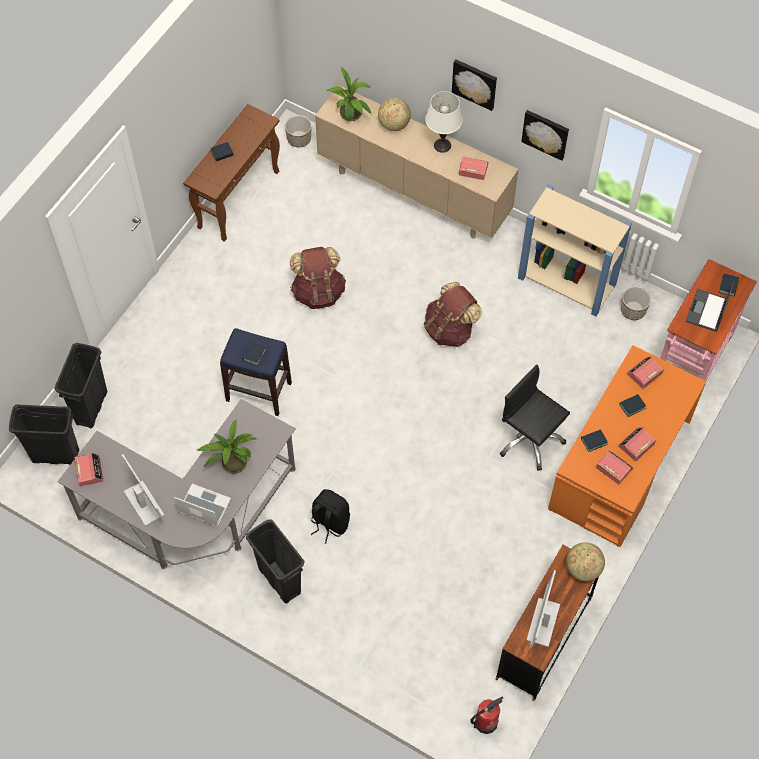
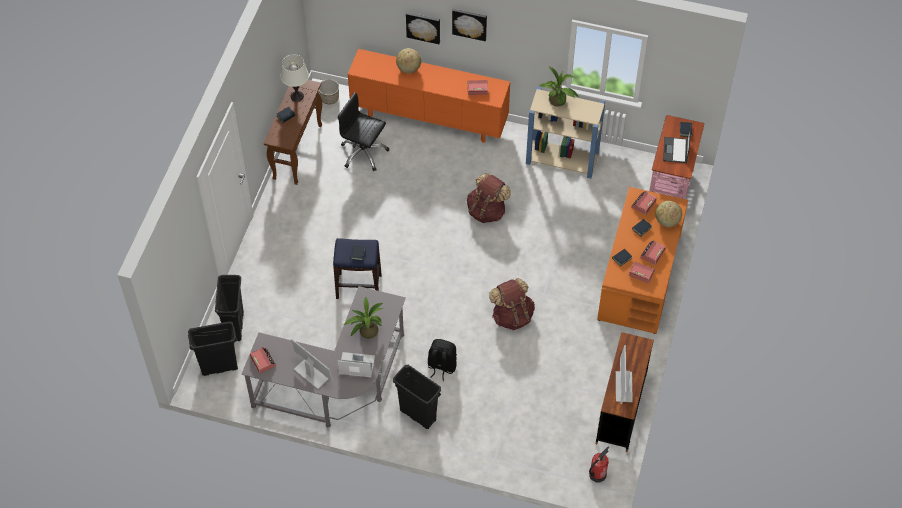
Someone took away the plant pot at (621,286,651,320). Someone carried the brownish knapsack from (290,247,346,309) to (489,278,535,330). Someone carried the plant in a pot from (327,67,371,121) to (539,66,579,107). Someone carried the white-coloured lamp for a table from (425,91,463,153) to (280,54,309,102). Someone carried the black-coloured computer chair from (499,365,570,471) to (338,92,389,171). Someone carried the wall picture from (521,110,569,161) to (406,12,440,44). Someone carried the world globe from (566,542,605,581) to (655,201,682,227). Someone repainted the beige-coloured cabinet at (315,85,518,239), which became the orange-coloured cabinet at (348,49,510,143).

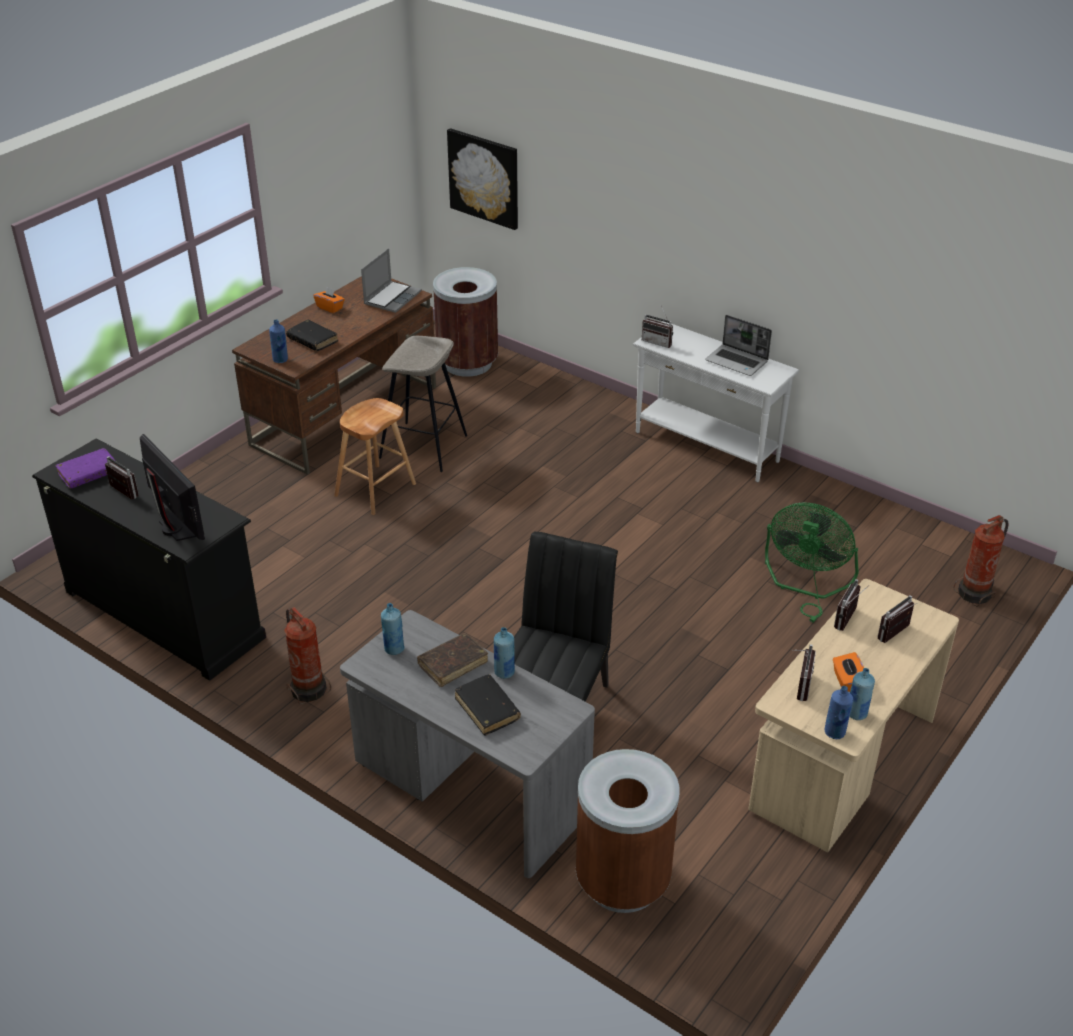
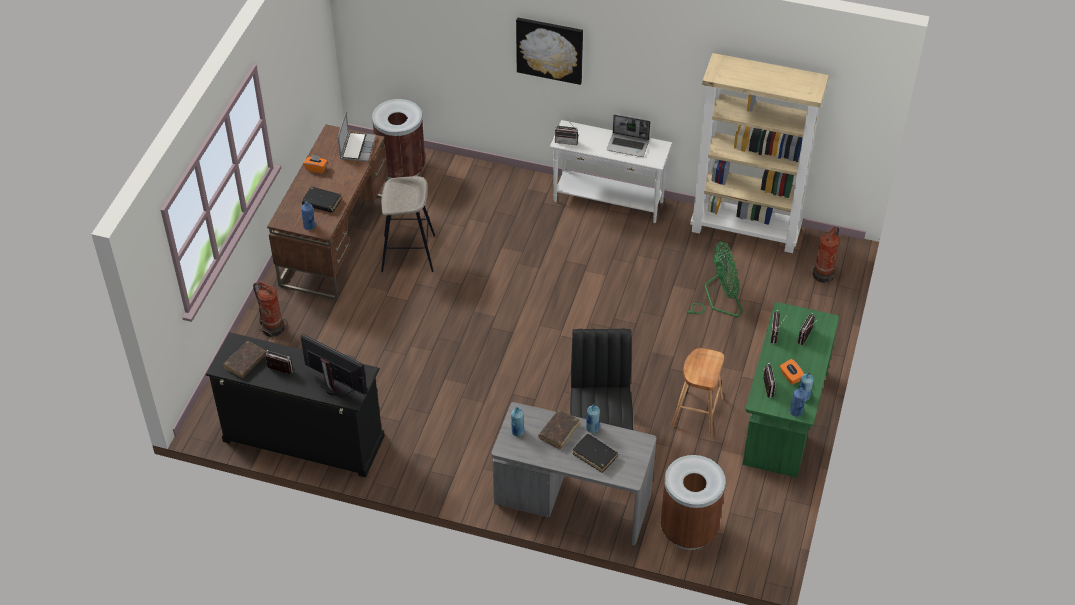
Someone put down the beige-coloured shelving unit at (690,53,829,253). Someone carried the extinguisher from (284,607,331,705) to (253,281,288,339). Someone carried the brownish stool from (334,398,416,515) to (671,348,724,437). Someone carried the wall picture from (447,128,518,230) to (516,17,583,85). Someone repainted the purple-coloured book at (56,448,115,489), which became the brownish book at (224,341,266,378). Someone repainted the beige-coloured desk table at (749,579,959,853), which became the greenish desk table at (743,302,839,478). Someone rotated the greenish electric fan at (765,503,859,623) by 75 degrees clockwise.

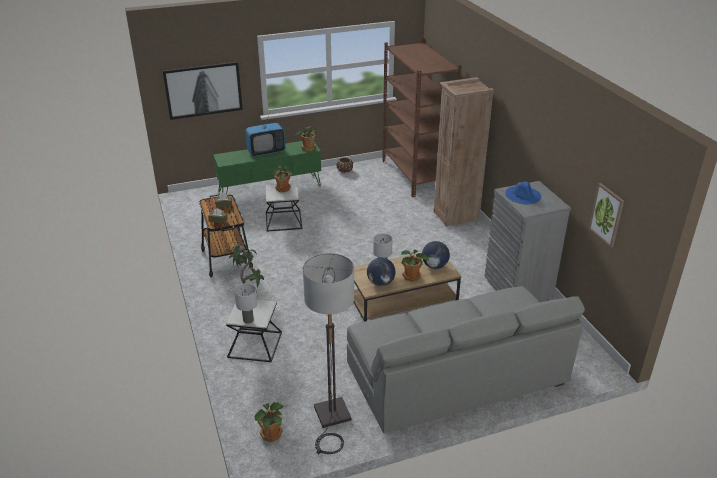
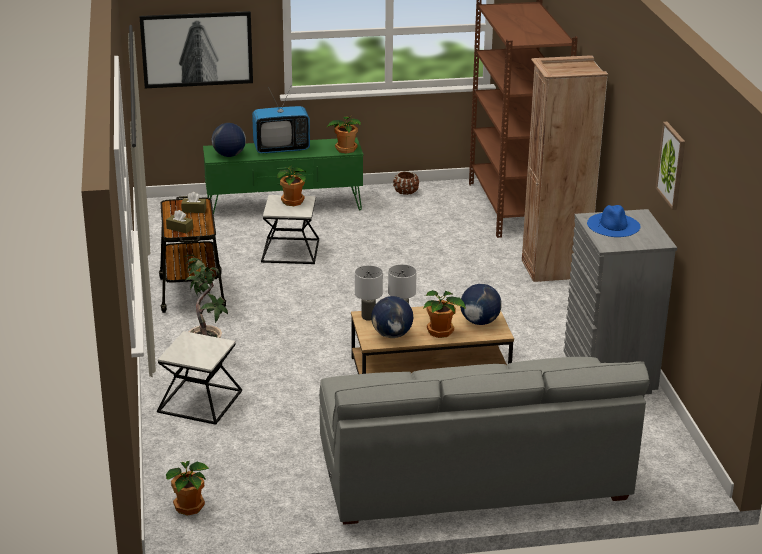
Someone took away the standing lamp at (303,253,354,456). Someone put down the world globe at (212,123,246,157). Someone carried the white-coloured lamp for a table from (234,283,257,324) to (355,265,383,321). Someone carried the wall picture from (589,183,624,247) to (655,122,685,210).

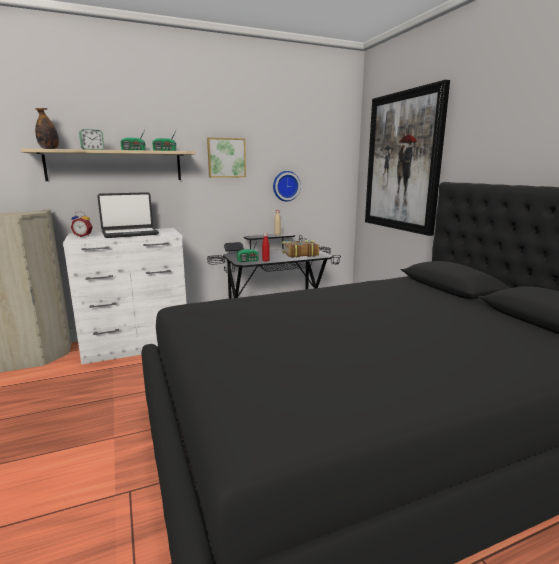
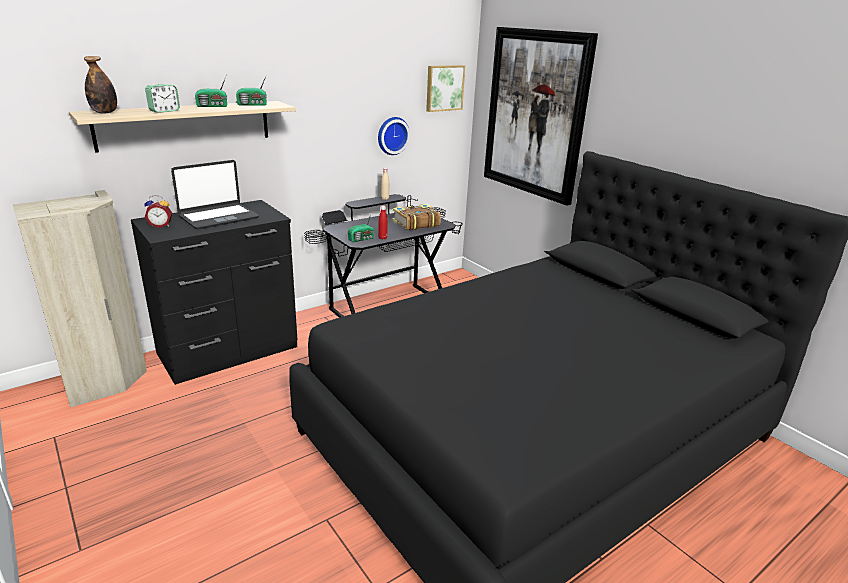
Someone carried the wall picture from (207,137,246,178) to (426,65,465,112). Someone repainted the white-coloured chest of drawers at (63,228,187,365), which became the black-coloured chest of drawers at (131,200,297,385).

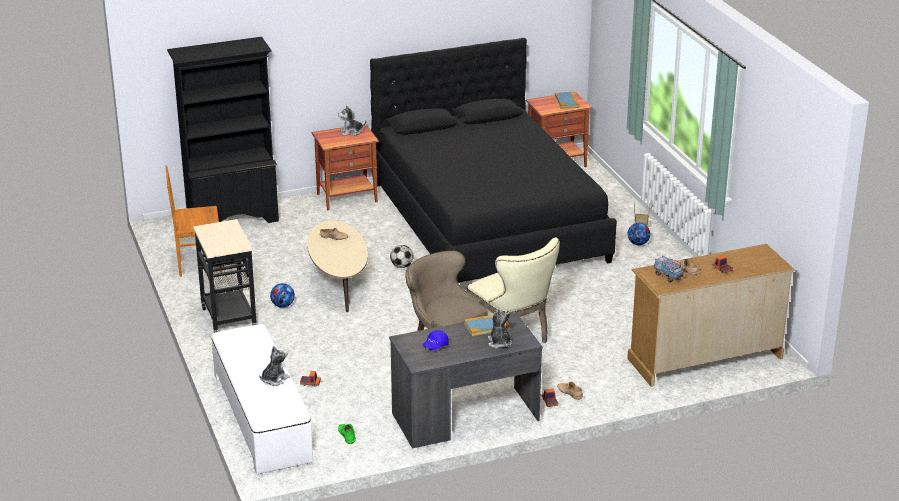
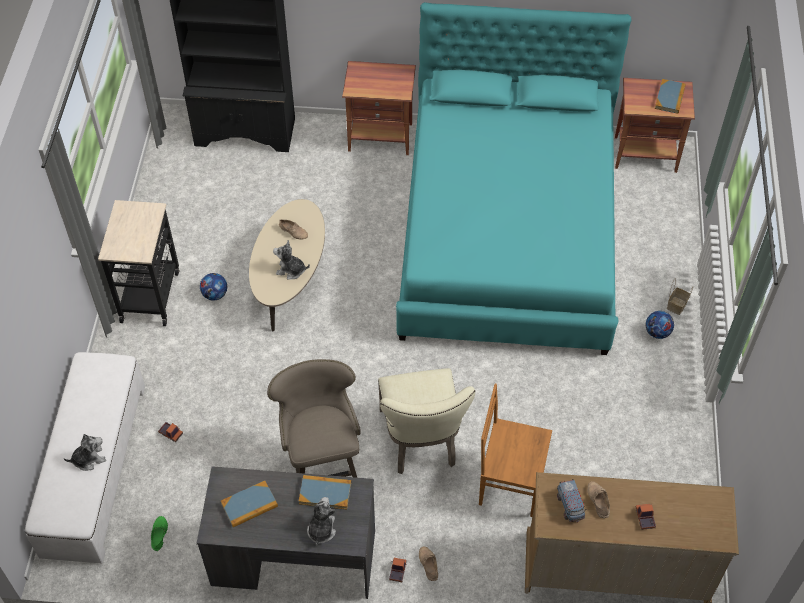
Someone took away the ball for football at (390,245,414,268). Someone carried the brownish chair from (166,166,222,277) to (479,384,552,517). Someone carried the plush toy from (338,105,367,136) to (273,240,310,280). Someone swapped the blue-coloured peaked cap at (423,330,449,350) for the book at (221,481,278,527). Someone repainted the black-coloured bed at (370,38,617,283), which became the turquoise-coloured bed at (396,2,632,355).

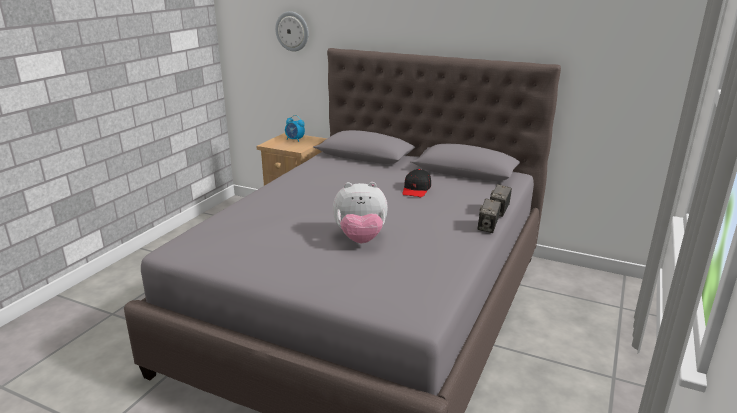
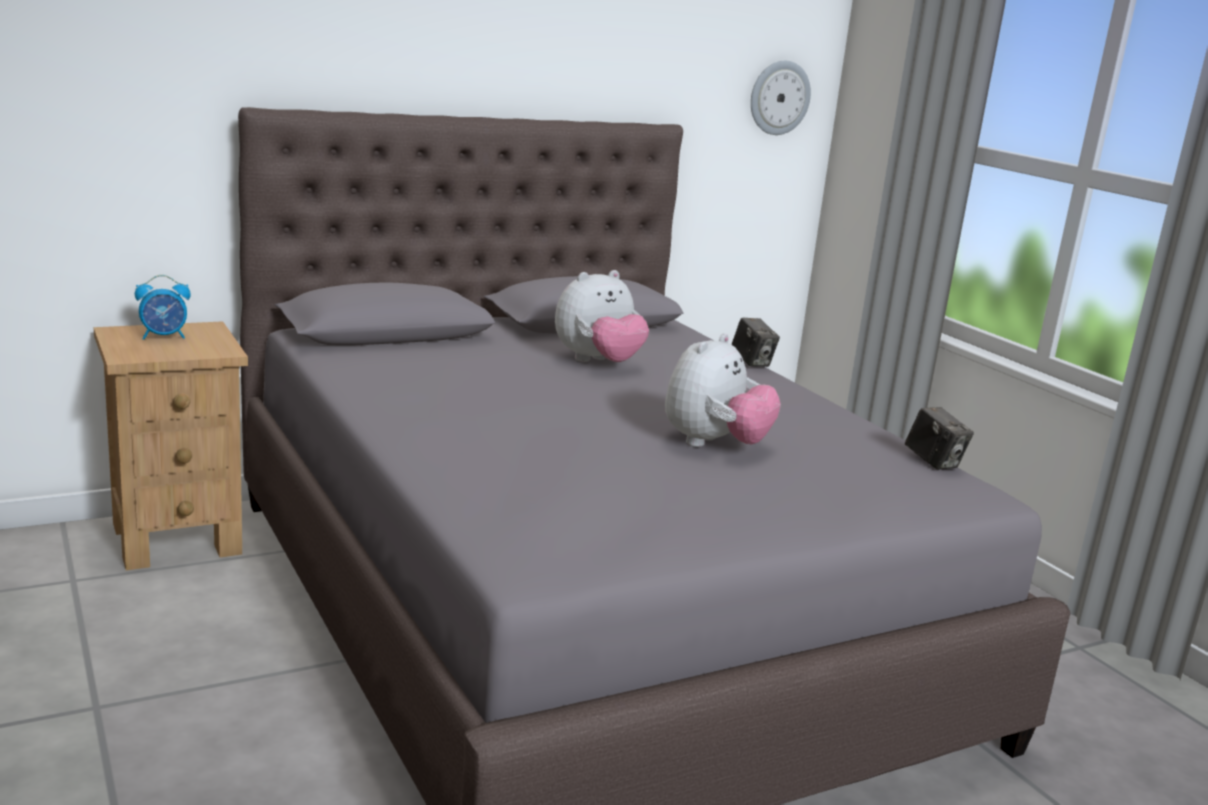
Someone carried the clock on the wall from (275,11,308,51) to (751,61,811,135). Someone carried the photo camera from (477,199,501,233) to (905,407,974,470). Someone swapped the black-coloured peaked cap at (403,169,431,197) for the plush toy at (555,270,649,362).

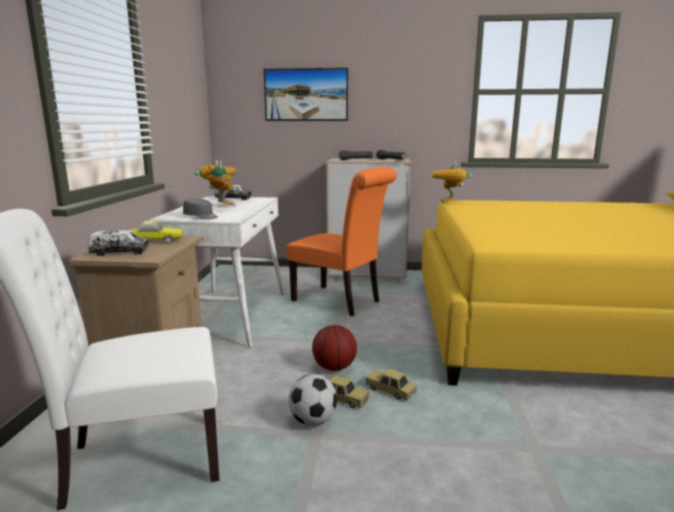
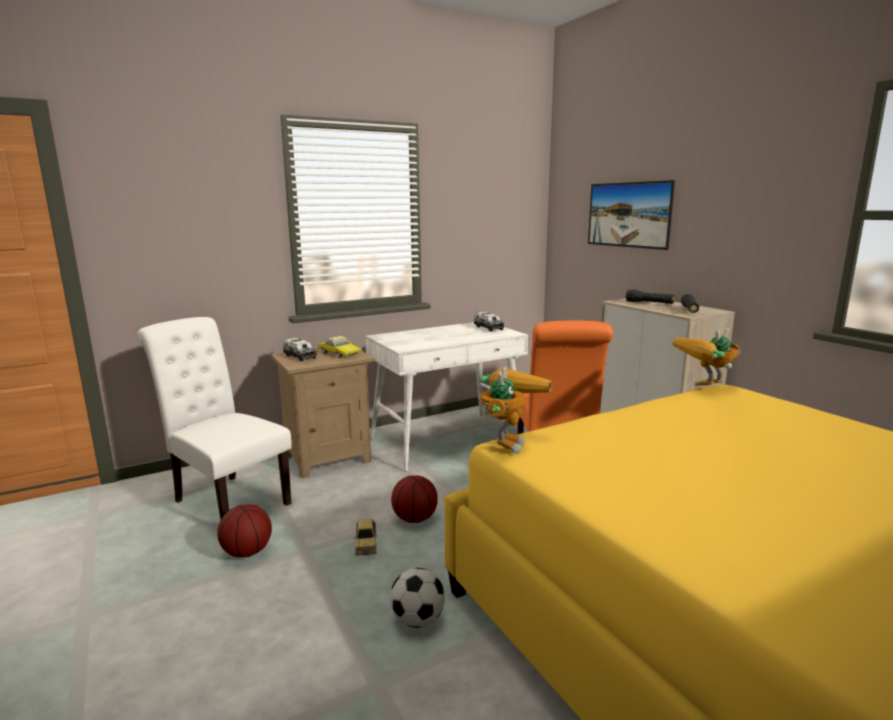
Someone took away the gray peaked cap at (183,198,218,219). Someone took away the miniature car at (366,369,417,400). Someone put down the ball for basketball at (217,504,272,557). Someone carried the model robot from (194,160,235,206) to (480,367,552,454). Someone carried the ball for football from (289,374,337,426) to (390,568,445,628).

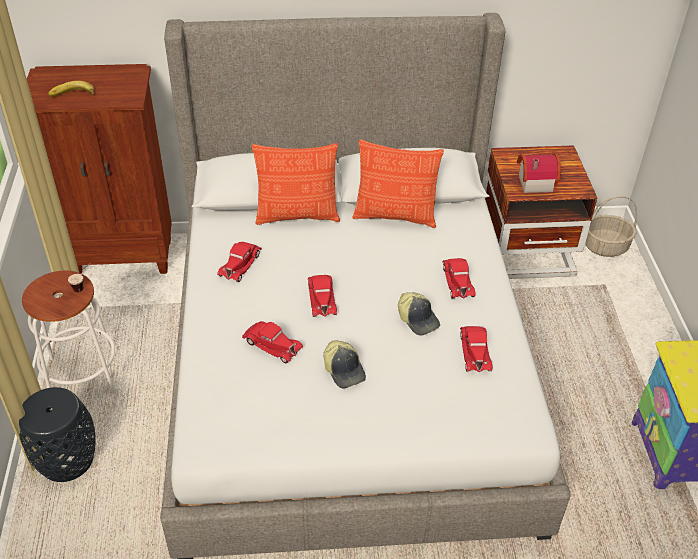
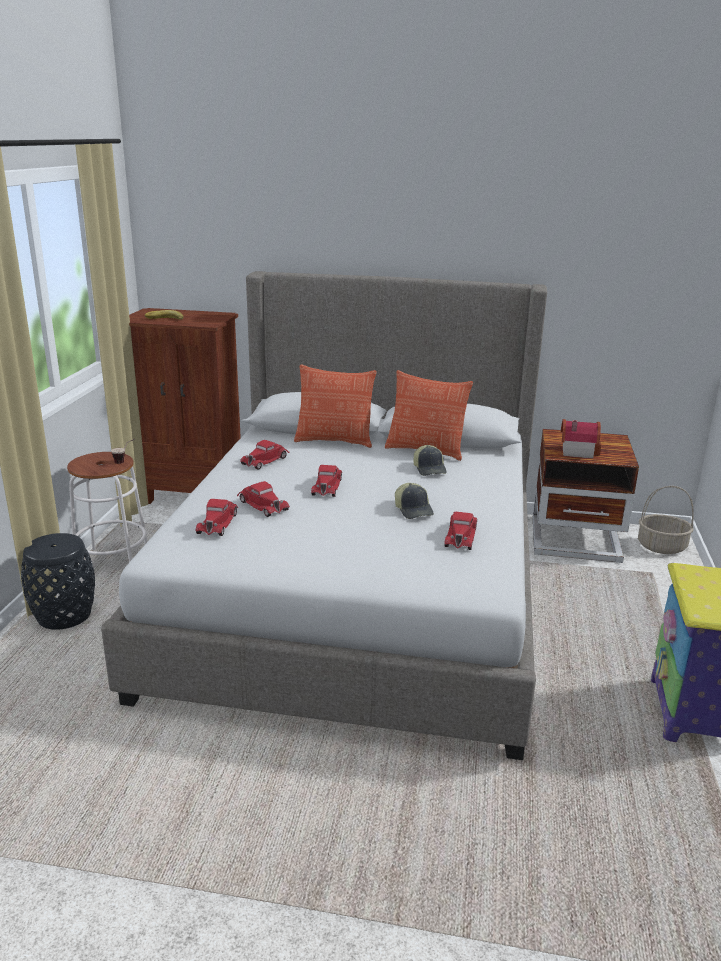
Someone carried the peaked cap from (323,341,366,388) to (414,445,447,476). Someone carried the reddish miniature car from (442,258,476,299) to (195,499,238,536).

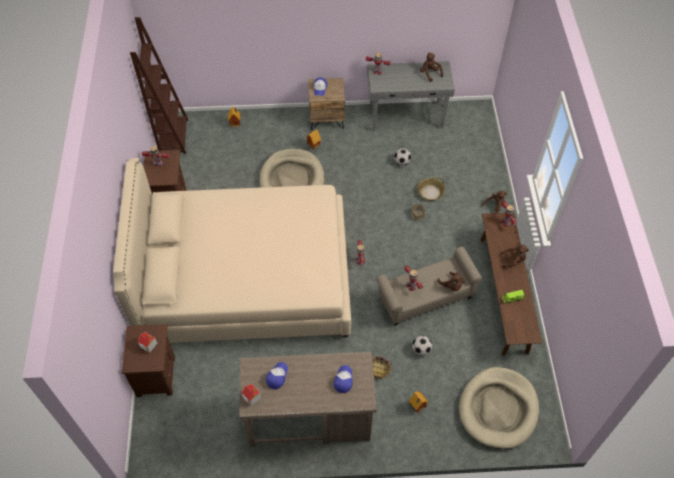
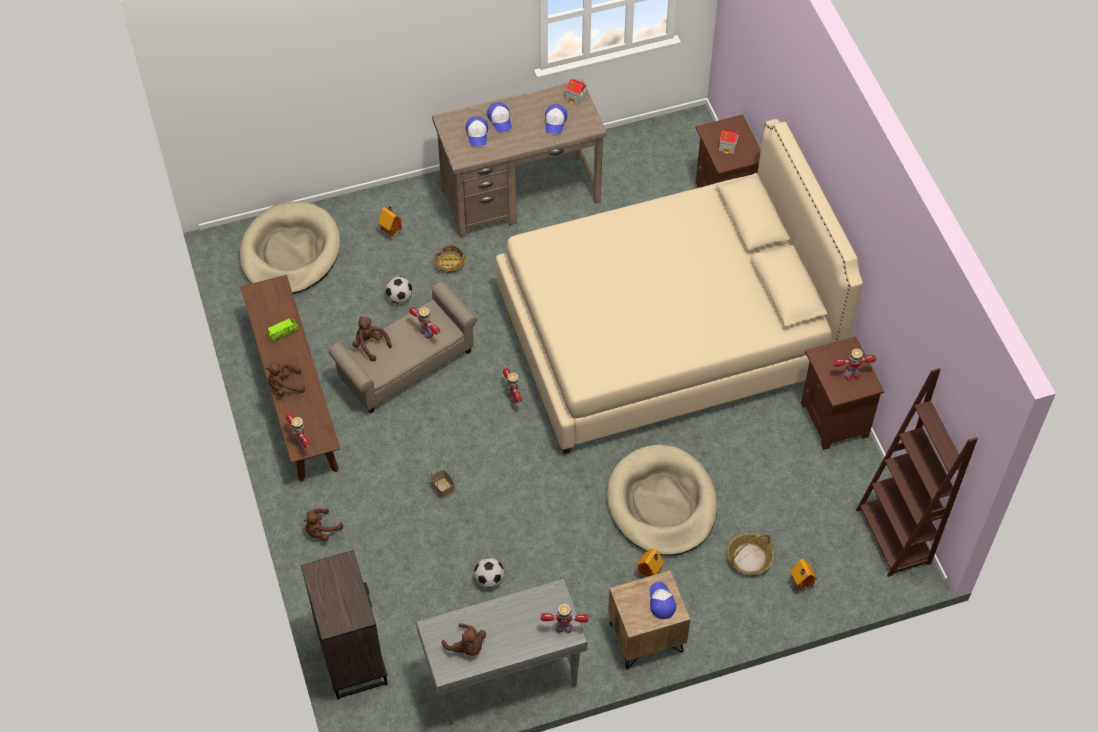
Someone put down the brownish chest of drawers at (301,550,388,700). Someone put down the peaked cap at (487,102,512,132). Someone carried the basket from (417,177,445,201) to (727,533,774,575).

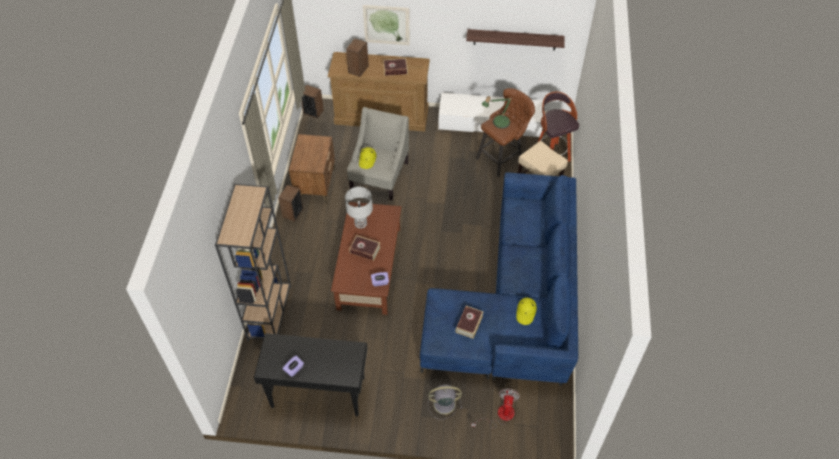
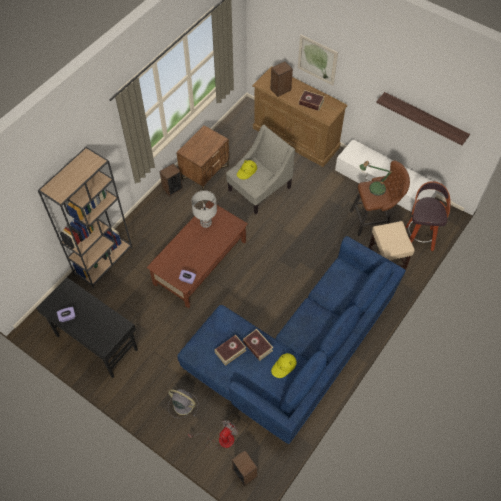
Someone carried the audio speaker from (301,85,324,119) to (232,450,257,486). Someone carried the book from (349,235,381,261) to (243,329,273,361).

